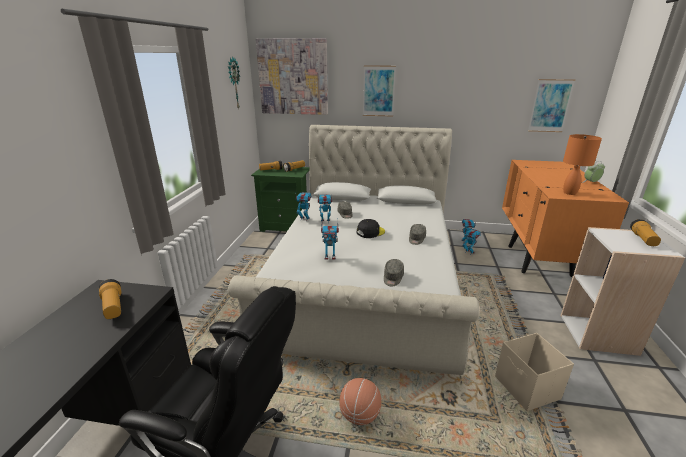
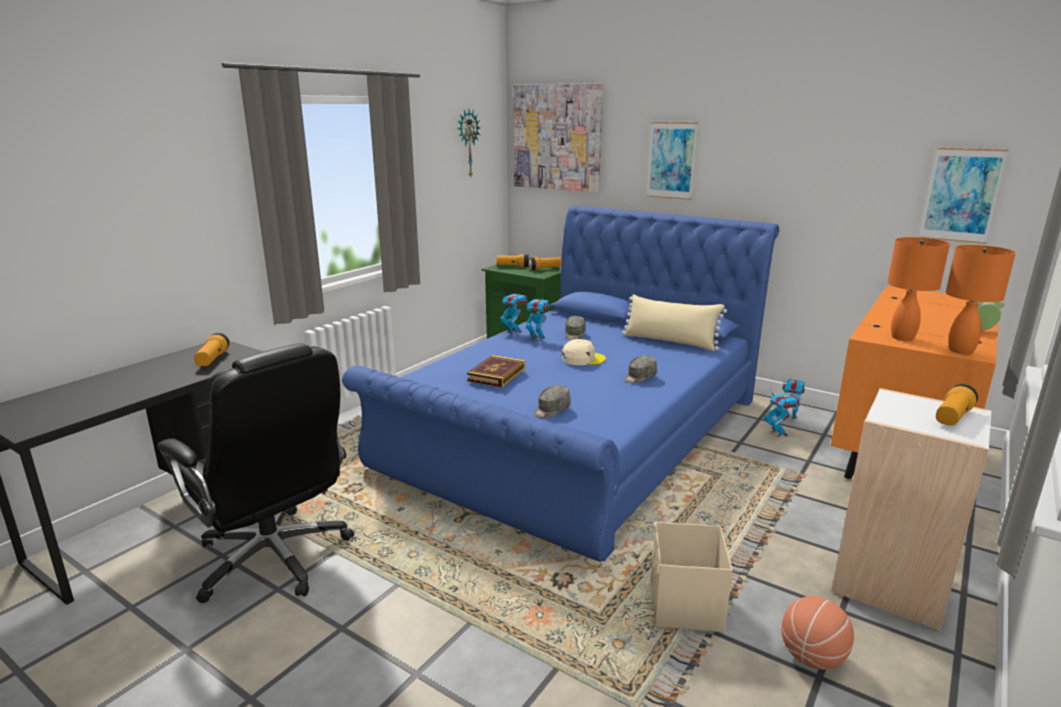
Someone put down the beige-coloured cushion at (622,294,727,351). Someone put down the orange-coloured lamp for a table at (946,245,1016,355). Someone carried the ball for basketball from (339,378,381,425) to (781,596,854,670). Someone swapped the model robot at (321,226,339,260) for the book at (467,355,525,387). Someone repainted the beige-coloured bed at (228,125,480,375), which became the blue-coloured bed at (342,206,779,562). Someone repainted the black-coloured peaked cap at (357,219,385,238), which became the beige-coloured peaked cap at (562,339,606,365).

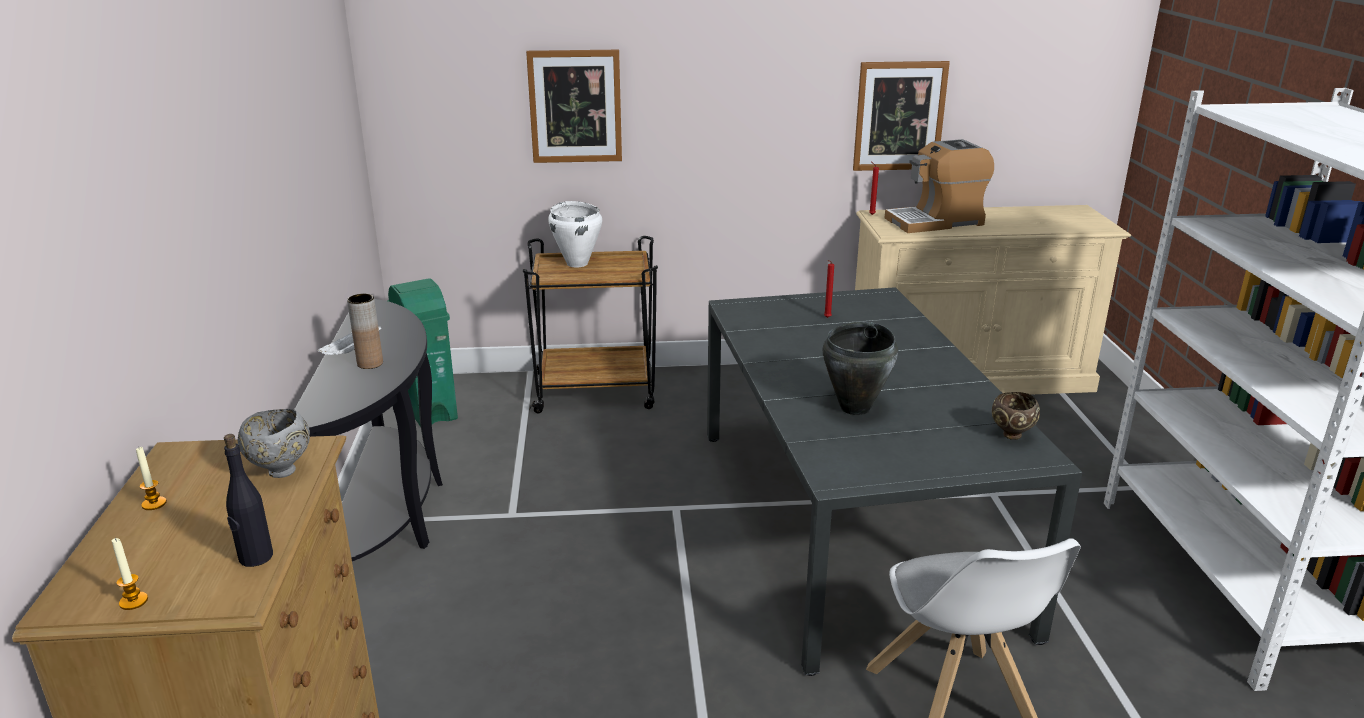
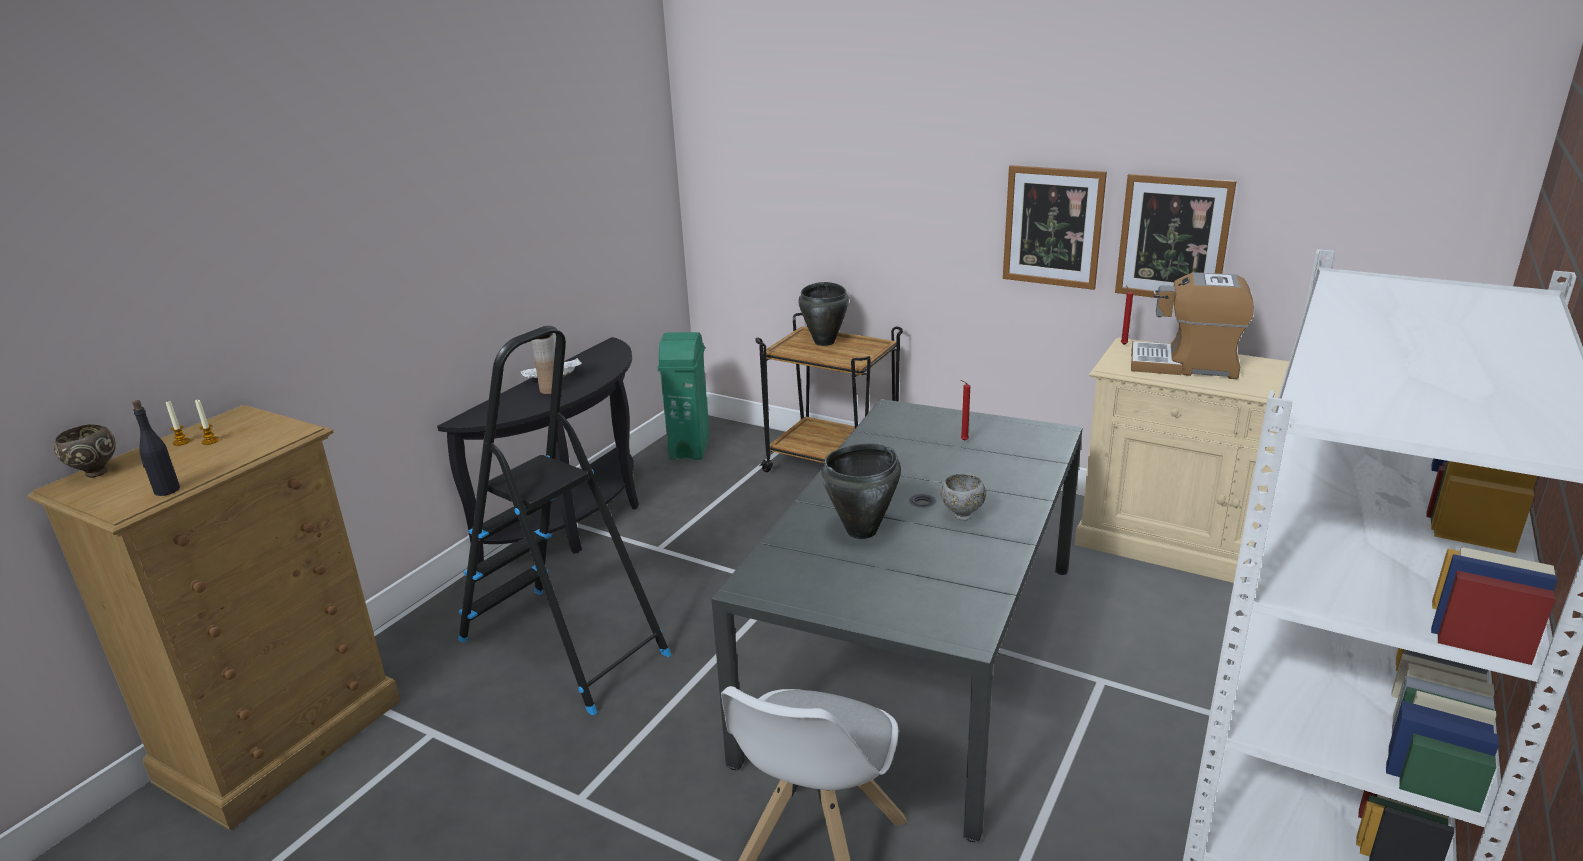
Someone put down the black-coloured stepladder at (458,326,671,715). Someone carried the wax candle from (112,538,148,610) to (195,400,219,445). Someone carried the gray serving bowl from (238,409,310,478) to (941,474,986,521). Someone carried the wall picture from (526,50,622,163) to (1003,165,1107,290). Someone carried the brownish serving bowl from (992,392,1040,440) to (54,424,116,478). Someone repainted the white-coloured stockpot at (548,201,602,268), which became the black-coloured stockpot at (798,282,849,346).

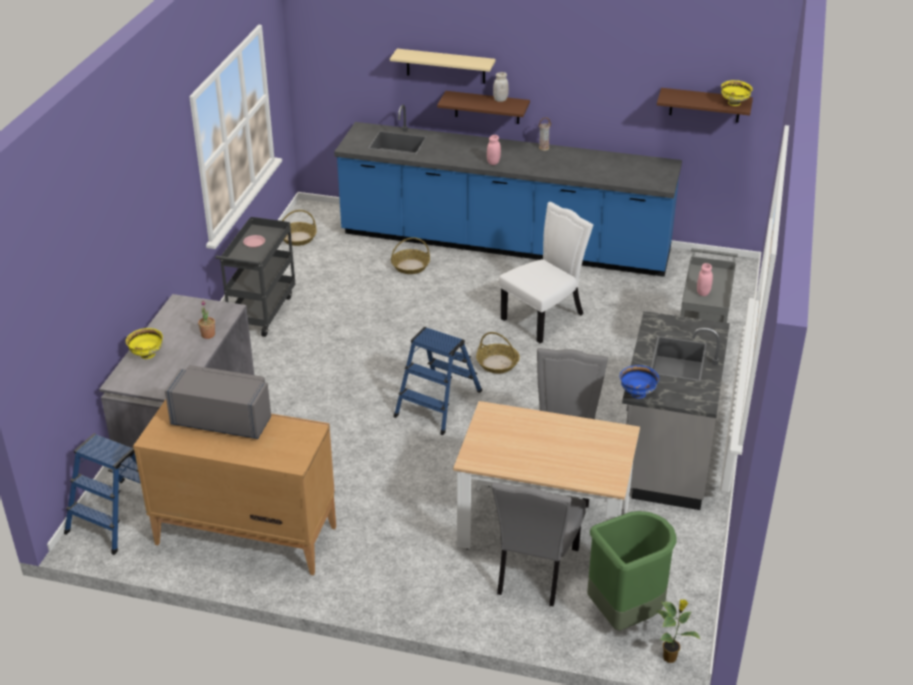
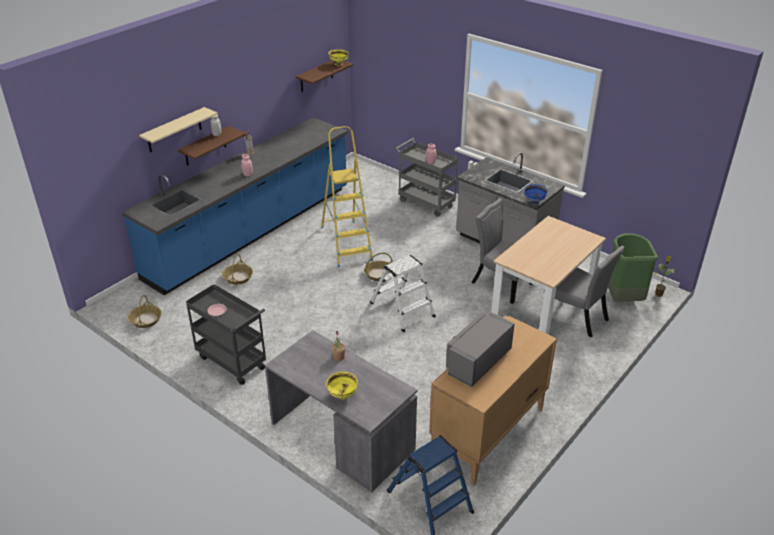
Someone swapped the white-coloured chair at (499,202,594,344) for the yellowish stepladder at (321,126,373,267). Someone repainted the blue-coloured stepladder at (394,327,482,435), which became the white-coloured stepladder at (370,255,436,332).

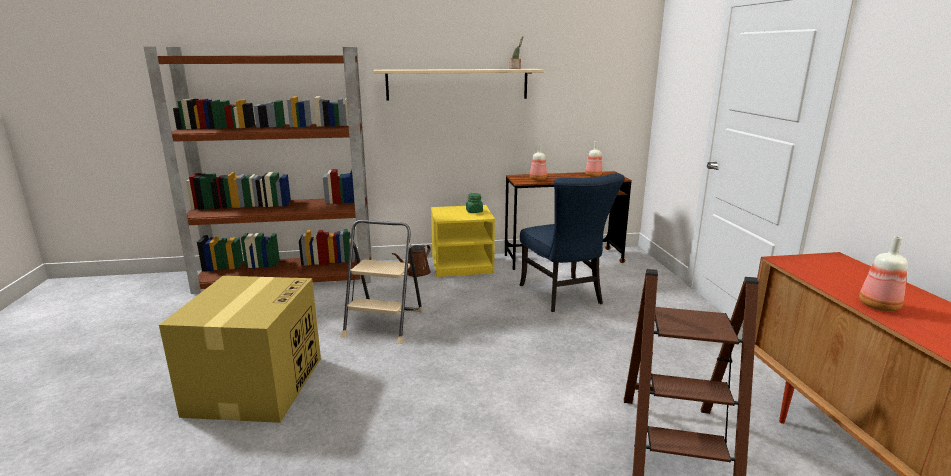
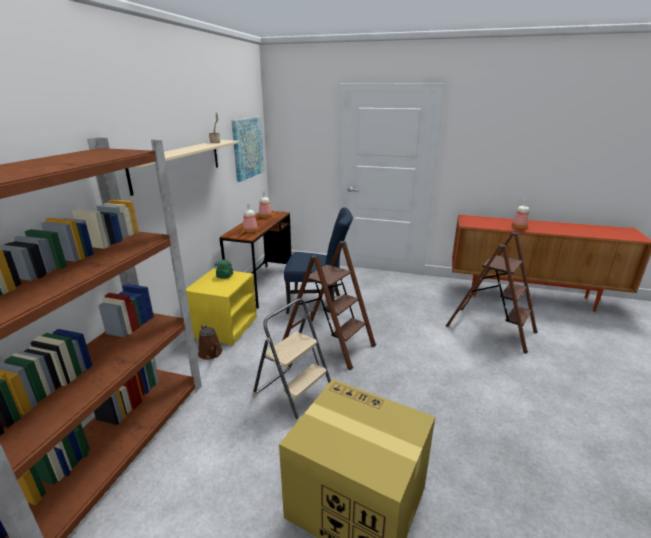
Someone put up the wall picture at (231,117,264,182). Someone put down the brownish stepladder at (283,241,376,370).

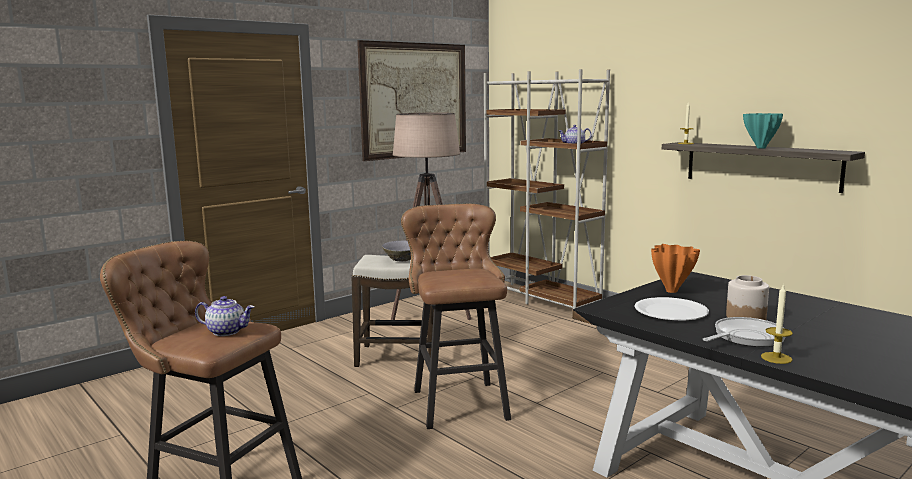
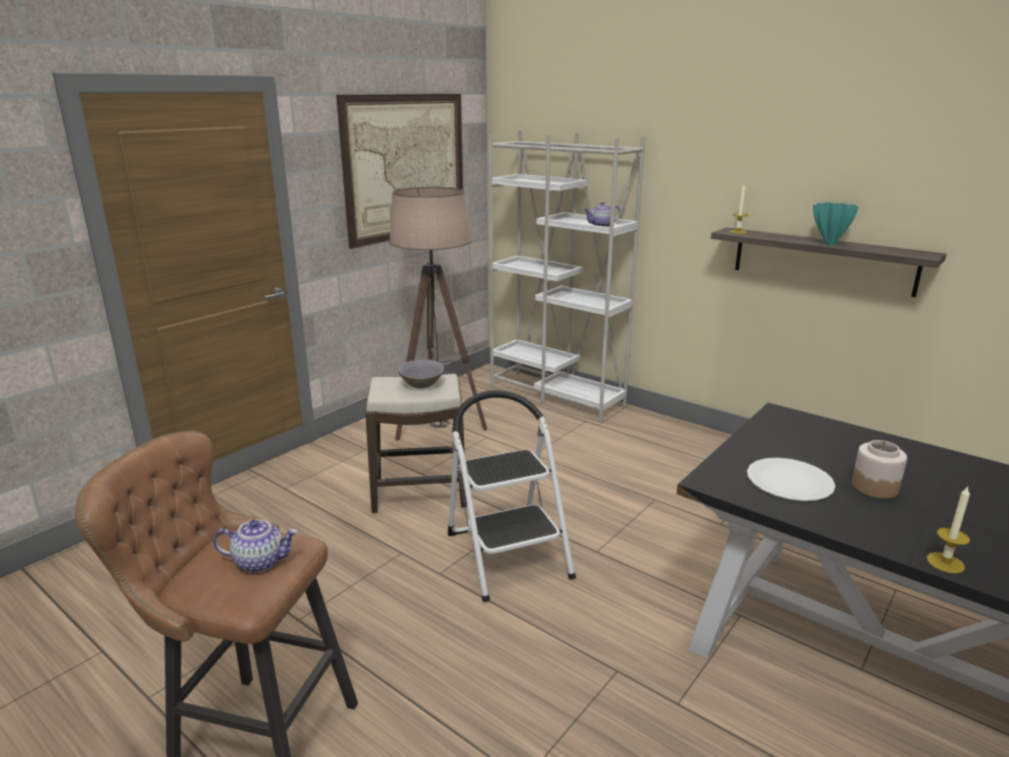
Someone took away the orange-coloured decorative vase at (651,244,700,293). Someone took away the pan at (702,317,785,347). Someone swapped the brownish stool at (401,203,511,429) for the stepladder at (448,390,576,602). Someone repainted the brownish shelving unit at (484,69,610,309), which became the white-coloured shelving unit at (488,131,645,422).

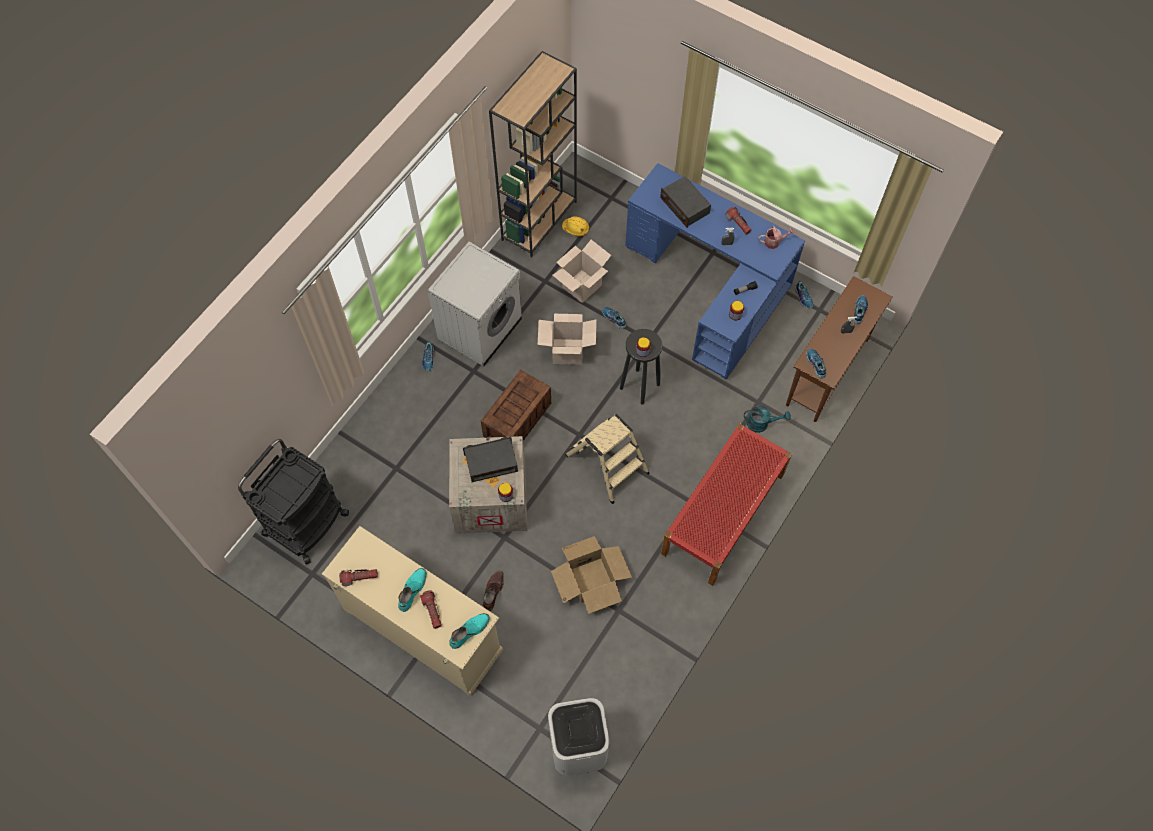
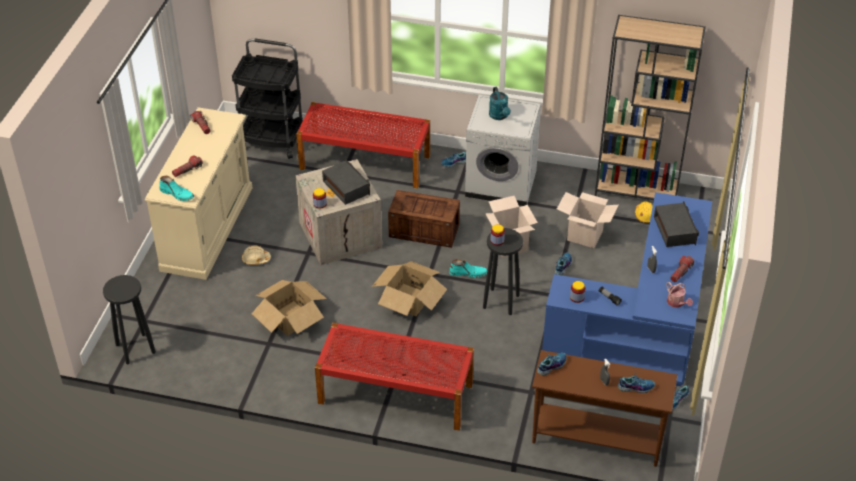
Someone put down the reddish long seat at (296,102,430,189). Someone carried the turquoise-coloured tall boot from (398,568,427,612) to (449,259,488,278). Someone carried the turquoise-coloured watering can from (744,406,791,433) to (489,87,511,120). Someone swapped the brownish tall boot at (483,570,504,611) for the beige-coloured safety helmet at (242,246,271,265). Someone swapped the white-coloured rubbish bin at (548,698,609,776) for the black-coloured stool at (103,275,156,364). Someone swapped the beige-coloured stepladder at (565,414,650,504) for the packing box at (372,261,447,316). Someone rotated the radio receiver at (660,176,711,228) by 135 degrees clockwise.

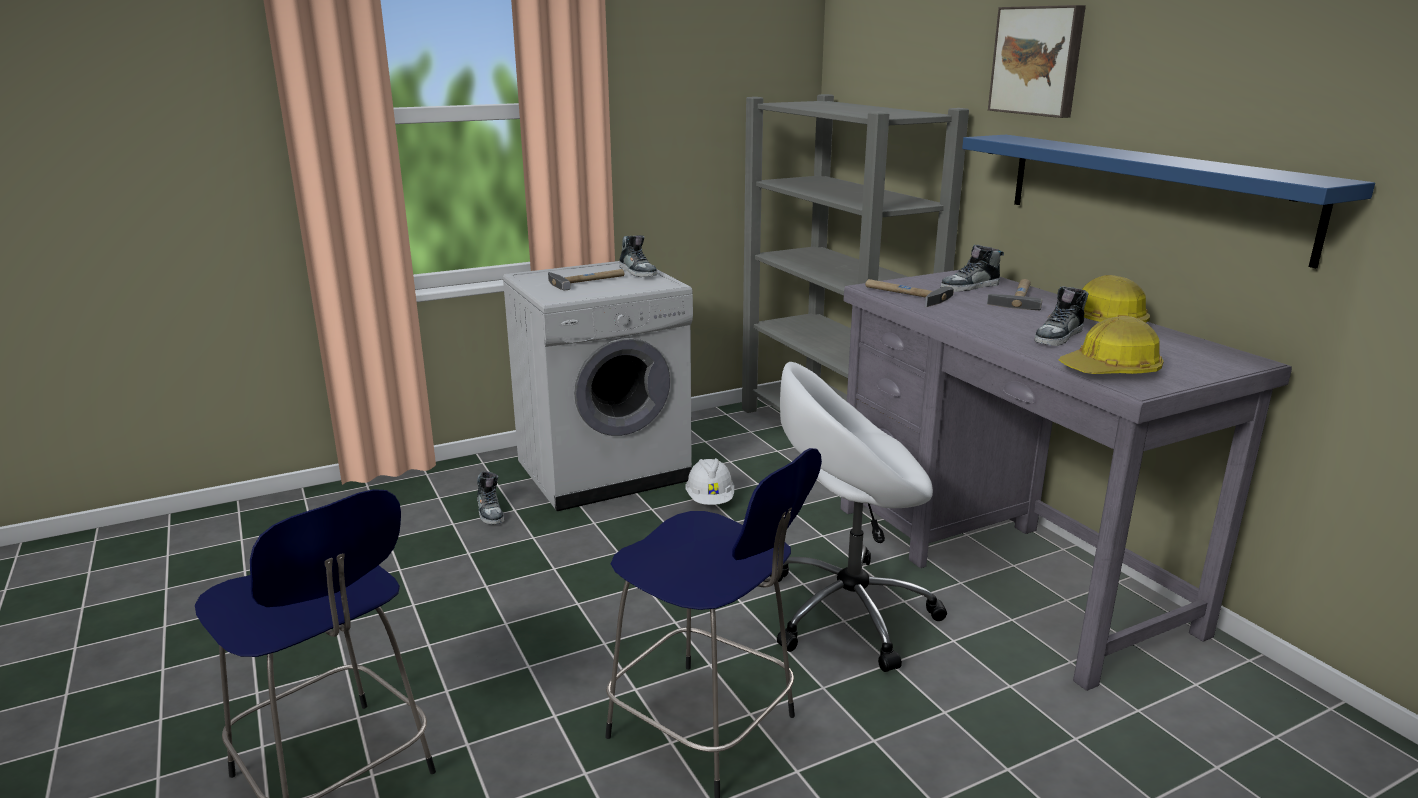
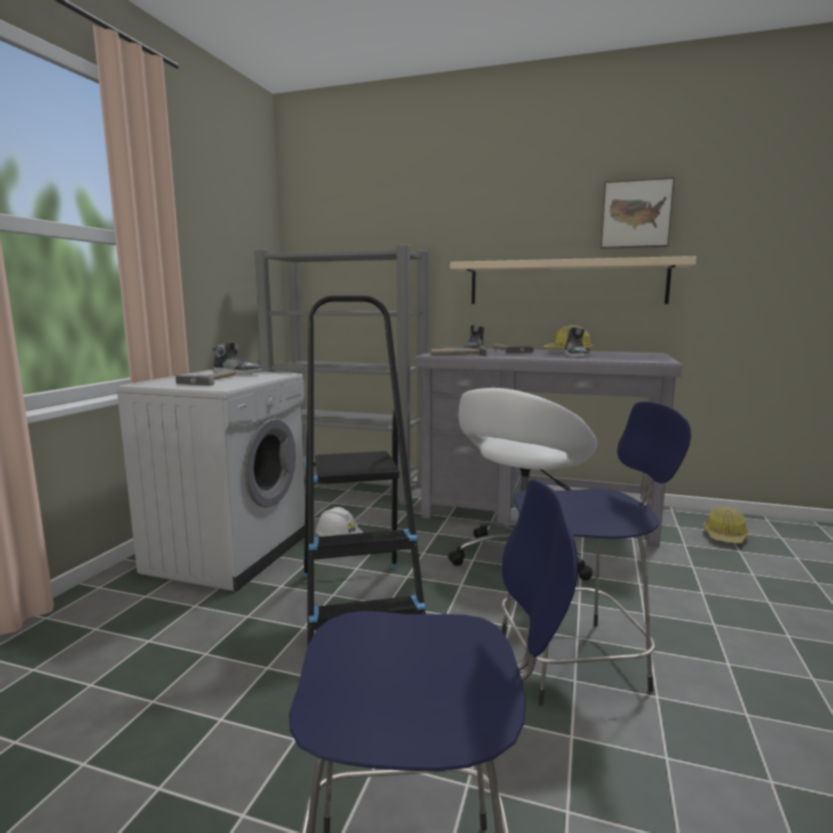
Someone took away the low shoe at (477,471,504,525). Someone put down the black-coloured stepladder at (303,295,426,648). Someone carried the wall picture from (988,5,1086,118) to (600,177,675,249). Someone carried the safety helmet from (1059,316,1164,374) to (704,507,749,543). Someone repainted the blue-coloured wall shelf at (962,135,1375,268), which became the beige-coloured wall shelf at (450,256,697,304).

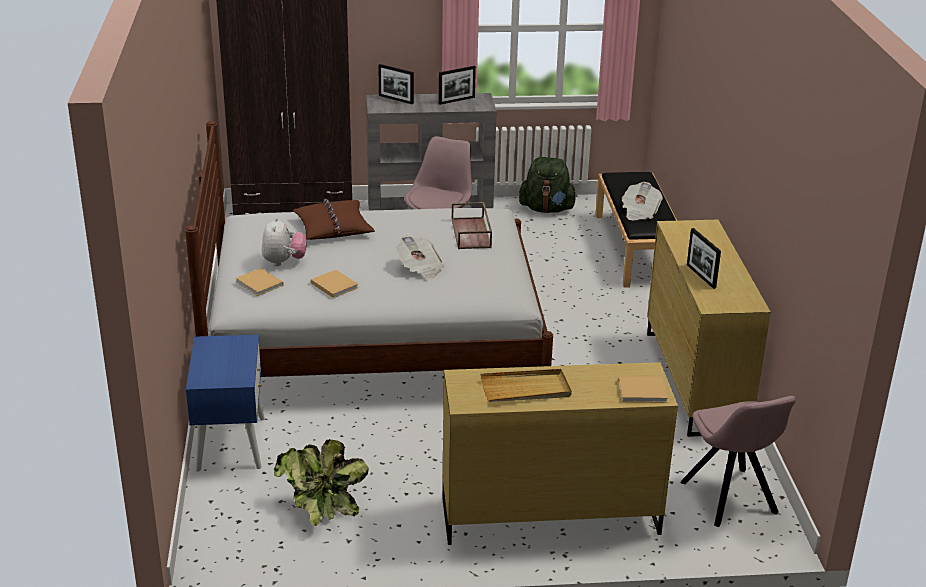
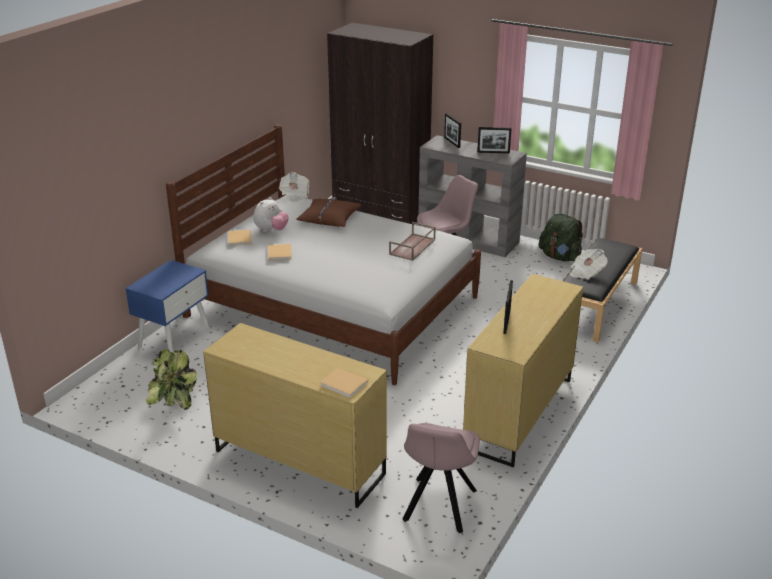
Someone took away the beige-coloured serving tray at (480,369,572,402). Someone carried the daily paper from (396,235,444,280) to (279,172,309,203).

